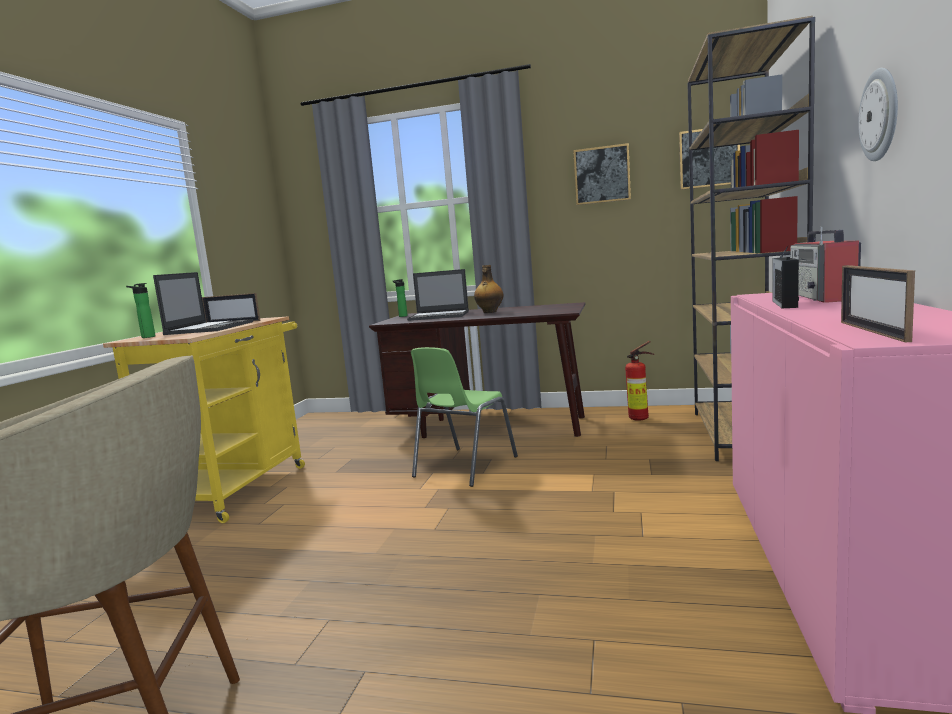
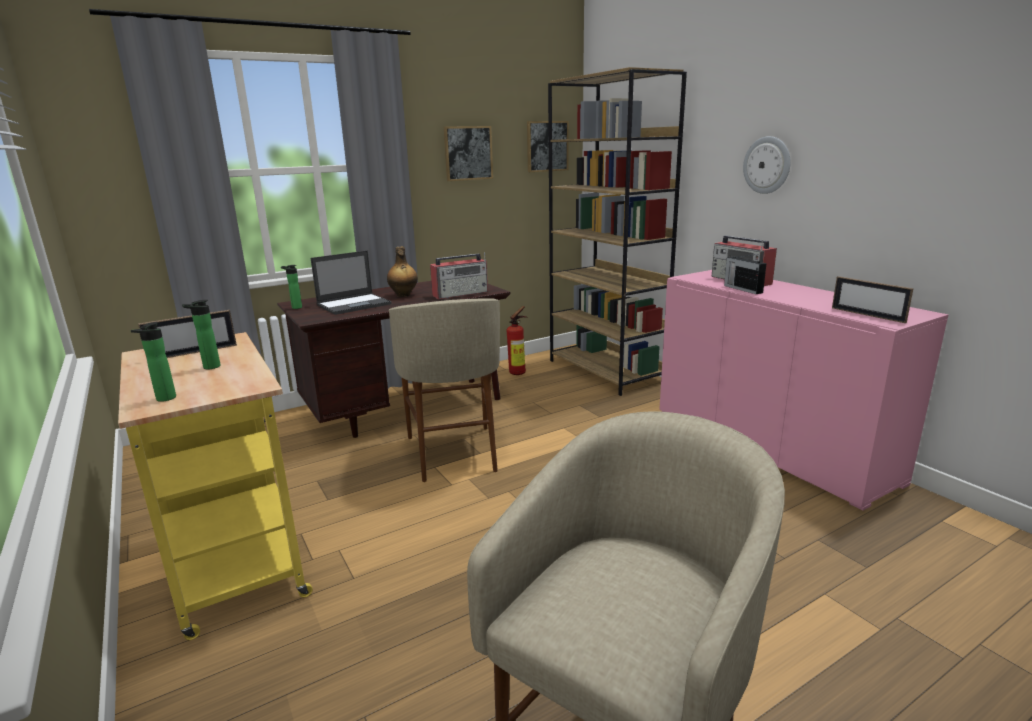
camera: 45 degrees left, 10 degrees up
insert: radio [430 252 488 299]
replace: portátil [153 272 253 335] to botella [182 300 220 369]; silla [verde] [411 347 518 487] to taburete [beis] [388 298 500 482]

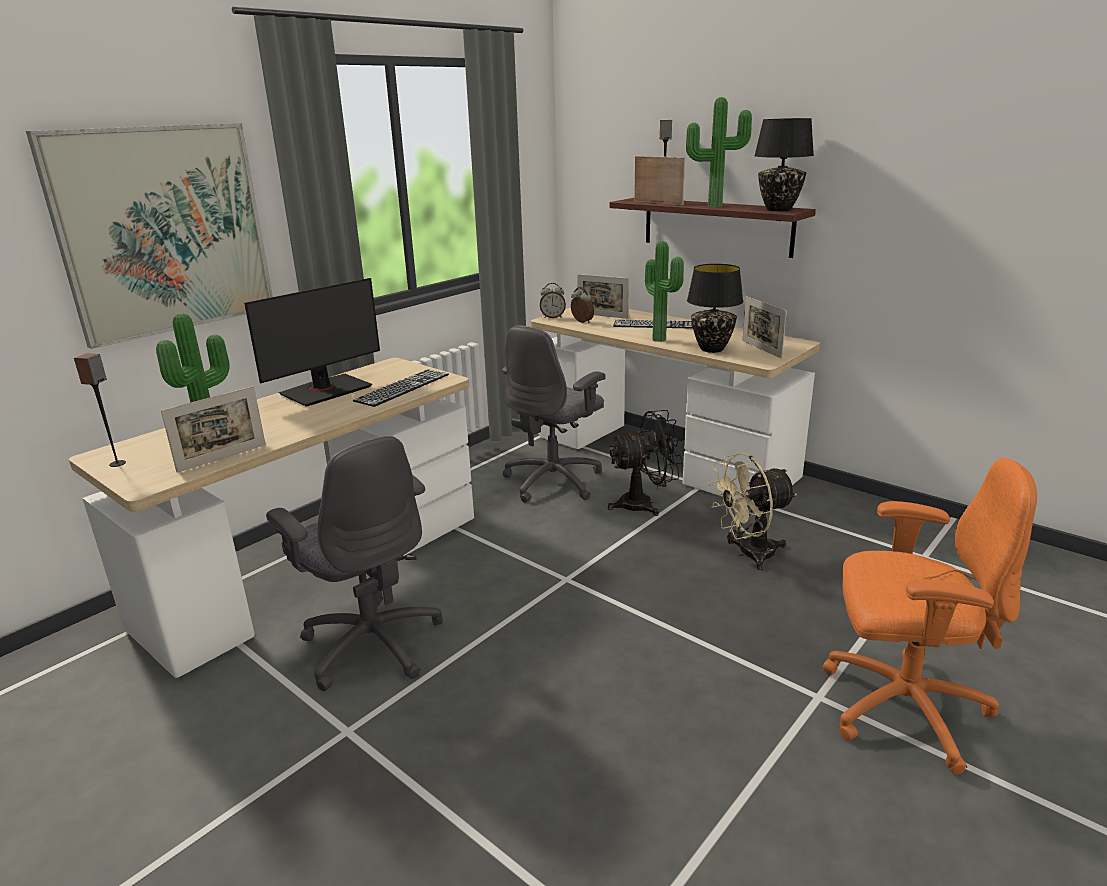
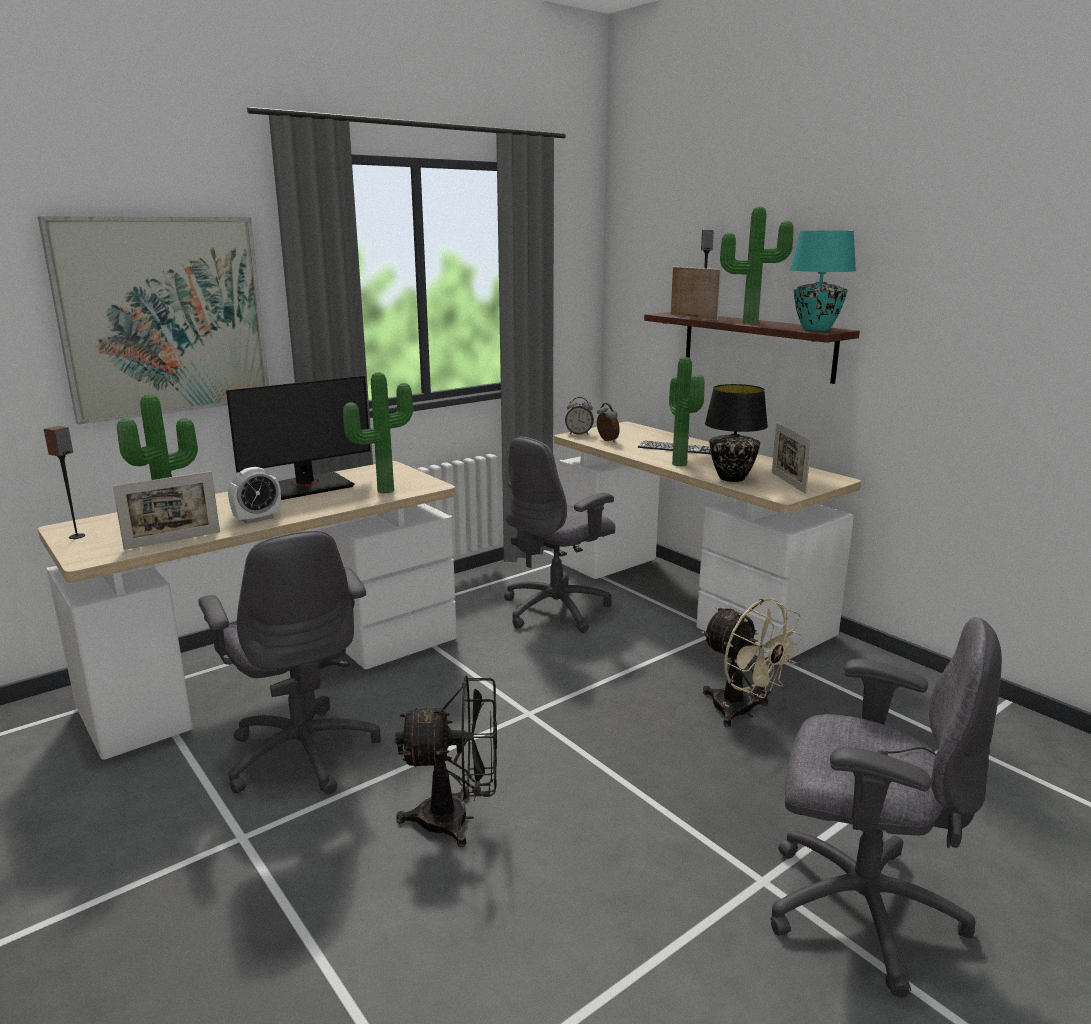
camera: 10 degrees right, 5 degrees down
delete: portarretratos [577 274 629 319]
insert: despertador [228 467 281 524]
move: ventilador [negro] [608 410 683 516] to [395 676 497 847]
replace: teclado [353 369 449 407] to planta en maceta [343 372 413 494]
recolor: silla de oficina [naranja] [823 458 1037 774] to silla de oficina [gris] [770 617 1002 997]; lámpara de mesa [negro] [754 118 814 211] to lámpara de mesa [turquesa] [789 231 856 331]
rotate: ventilador [beis] [708 453 797 570] = [702 598 804 727] 120 degrees counterclockwise

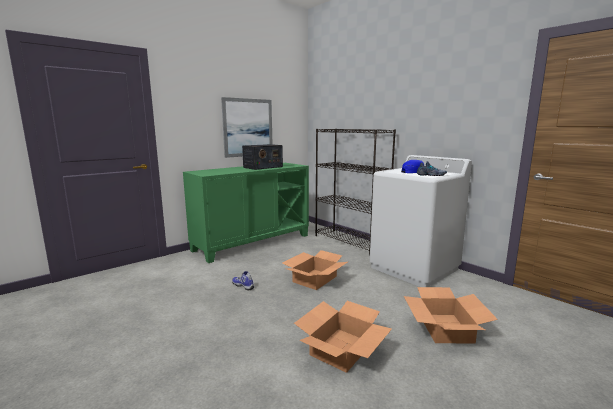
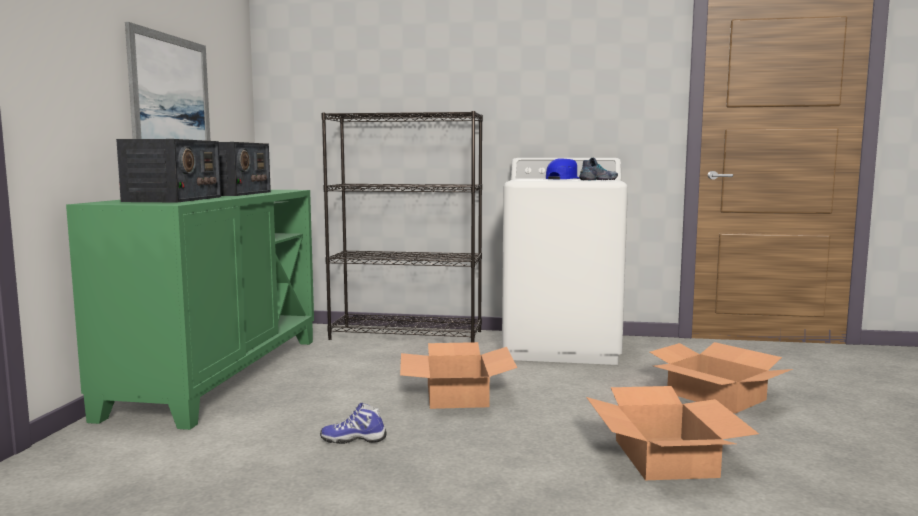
camera: 40 degrees left, 5 degrees down
insert: radio [116 139 221 202]

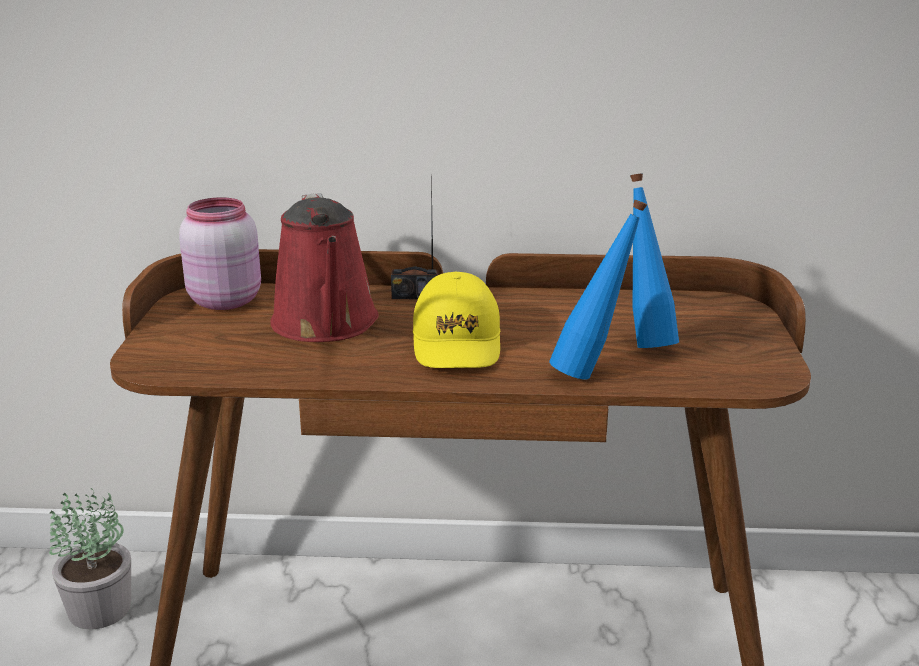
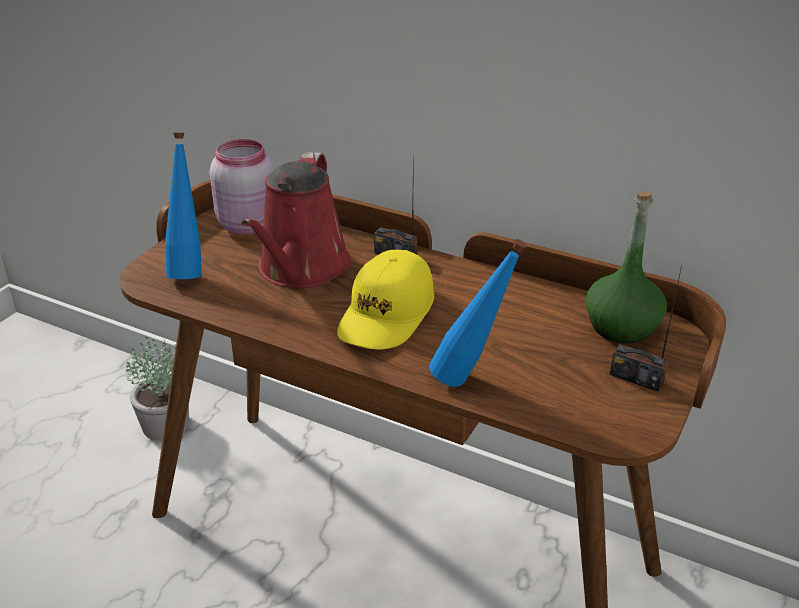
camera: 25 degrees right, 10 degrees up
insert: botella [verde] [586 192 667 344]; radio [610 265 682 391]
move: botella [azul] [630 173 679 348] to [165 133 201 279]

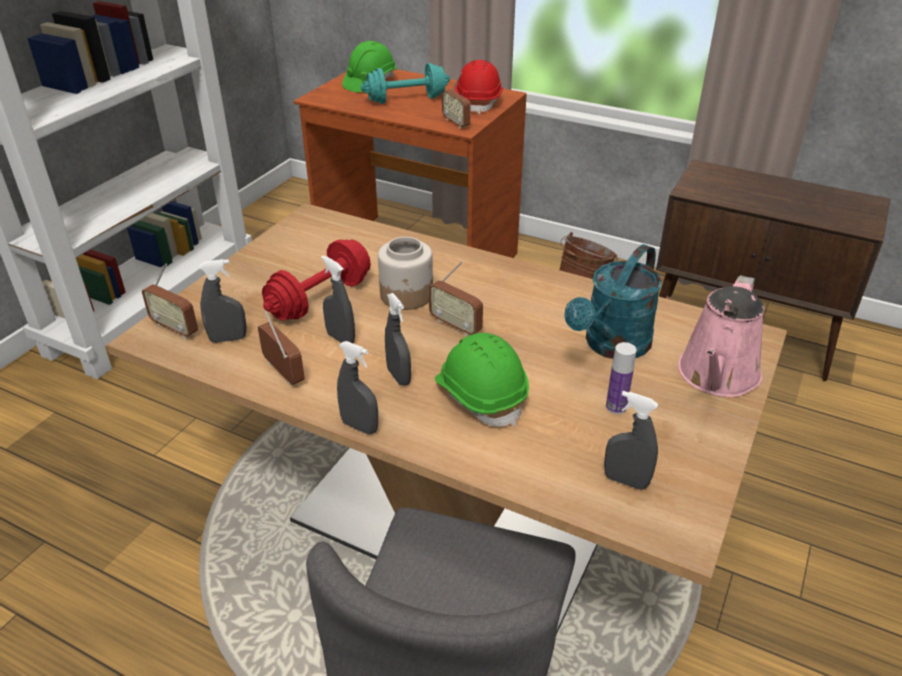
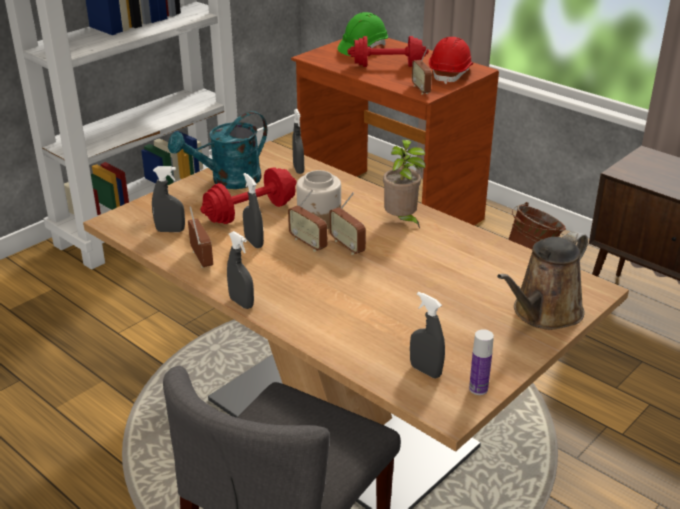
camera: 15 degrees right, 5 degrees down
delete: casco [verde] [435 333 529 427]
insert: planta en maceta [383 140 425 228]
move: regadera [turquesa] [564 244 662 359] to [168 111 267 189]; radio [142 264 198 339] to [288 189 327 252]; pulverizador [gris] [385 293 411 386] to [292 109 304 174]; botella [606 342 637 414] to [469 329 494 395]
recolor: mancuerna [turquesa] [361 63 450 104] to mancuerna [rojo] [347 36 429 67]; regadera [rosa] [678 275 764 397] to regadera [marrón] [497 231 588 330]

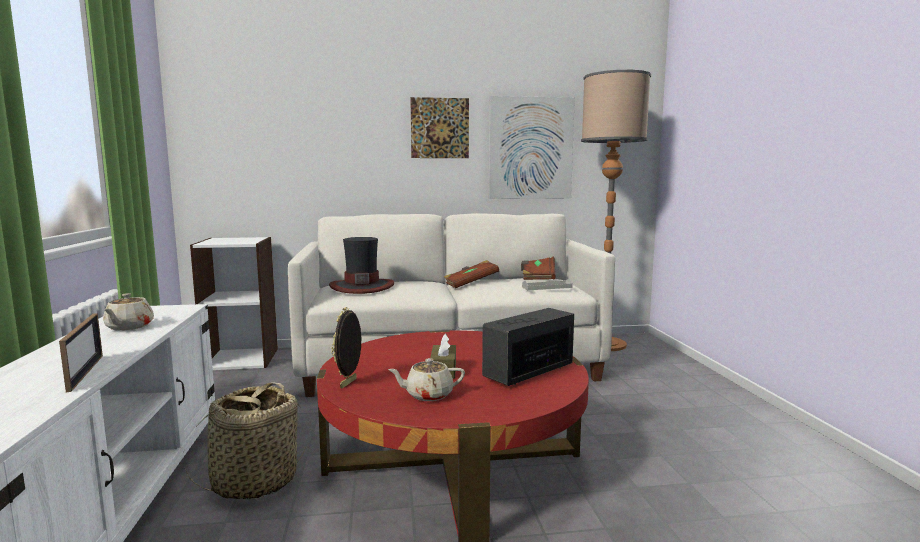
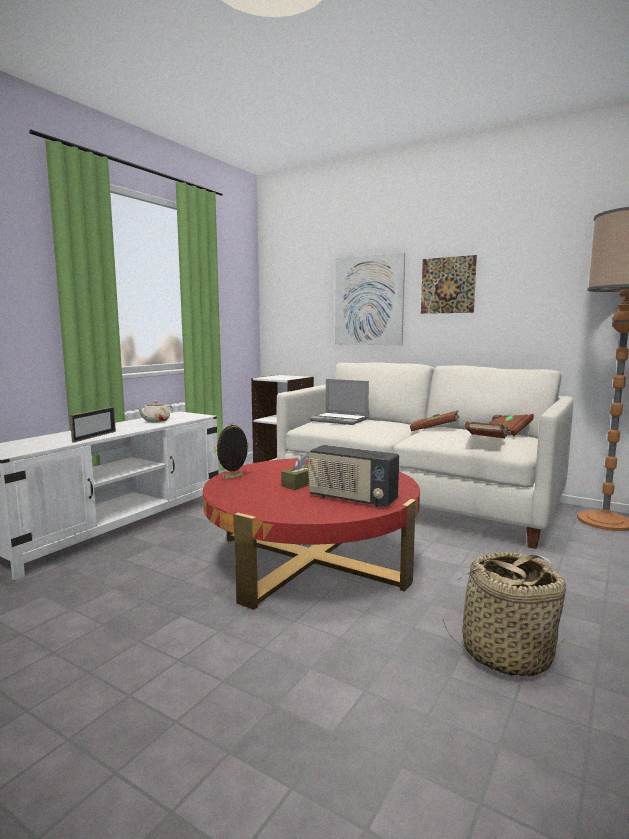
camera: 40 degrees right, 0 degrees up
delete: tetera [beis] [388 358 465 401]
move: cuadro [489 96 575 199] to [335 253 405 345]; cesta [184 383 305 499] to [442 552 567 677]
replace: sombrero [329 237 394 294] to portátil [309 379 369 425]; bandeja [gris] [522 278 573 290] to libro [marrón] [465 422 508 438]
rotate: radio [482 308 574 386] = [308 445 399 507] 150 degrees counterclockwise

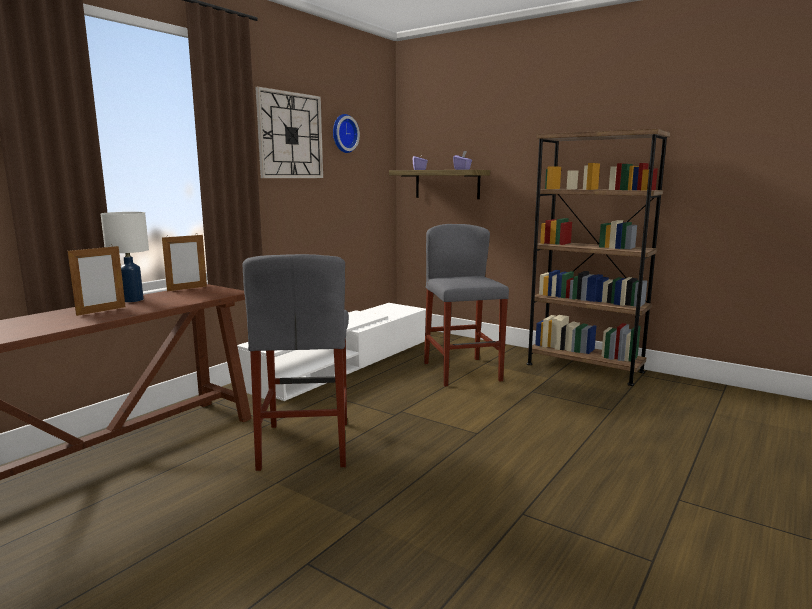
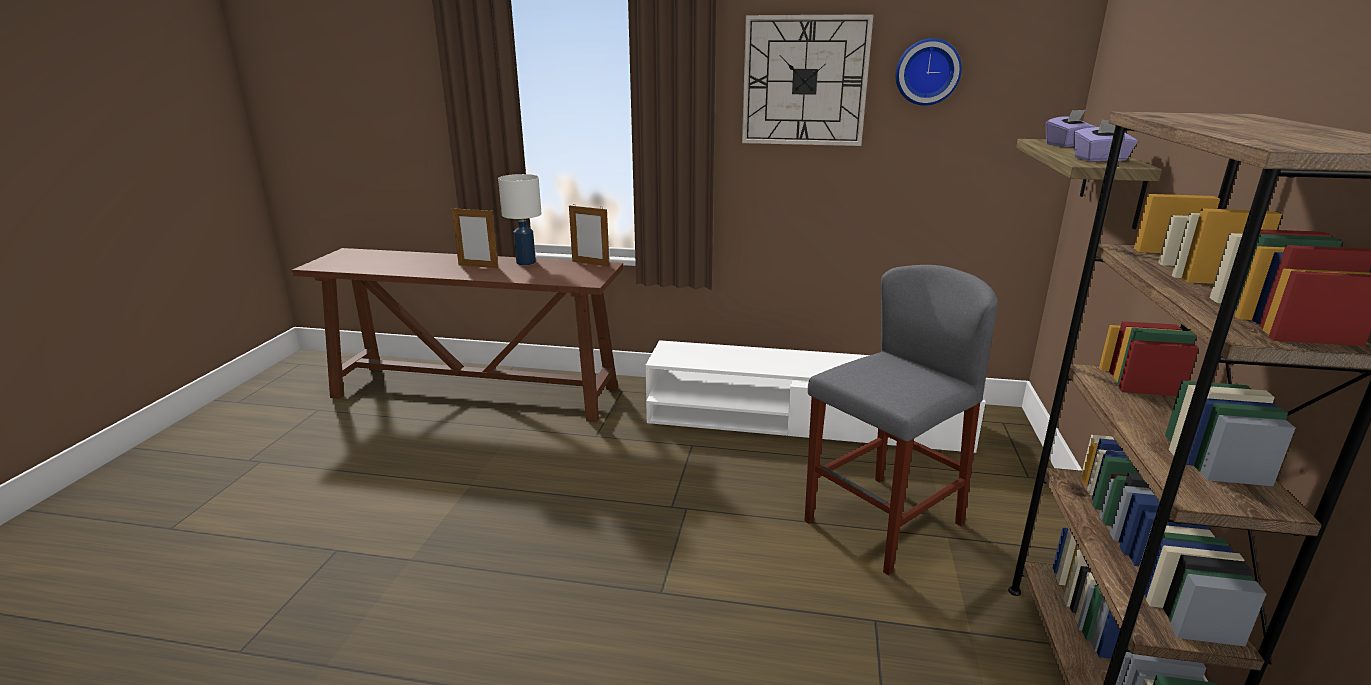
camera: 65 degrees right, 10 degrees up
delete: taburete [gris] [242 254 349 471]

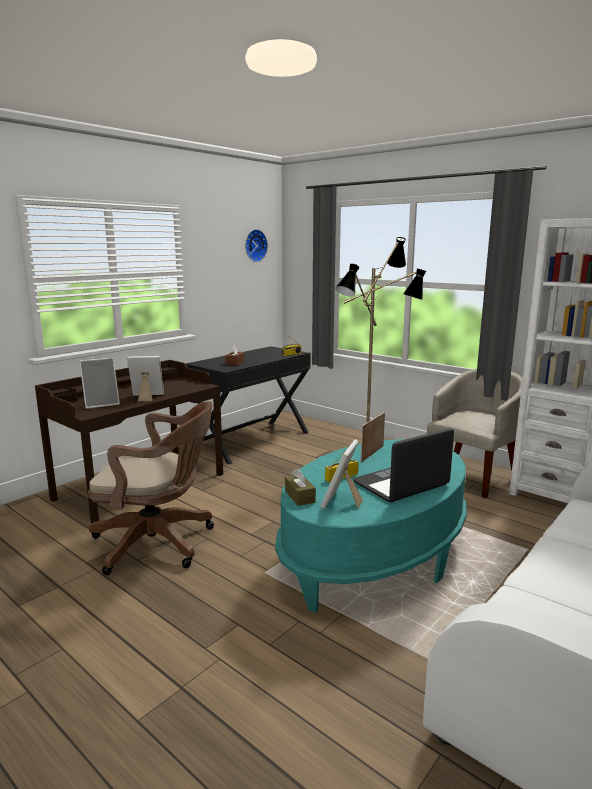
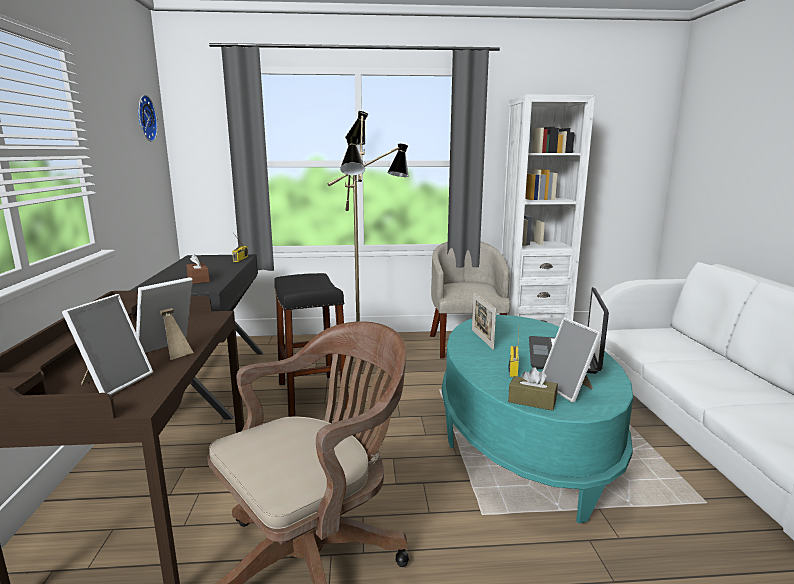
camera: 45 degrees left, 0 degrees up
insert: taburete [negro] [274 273 349 417]

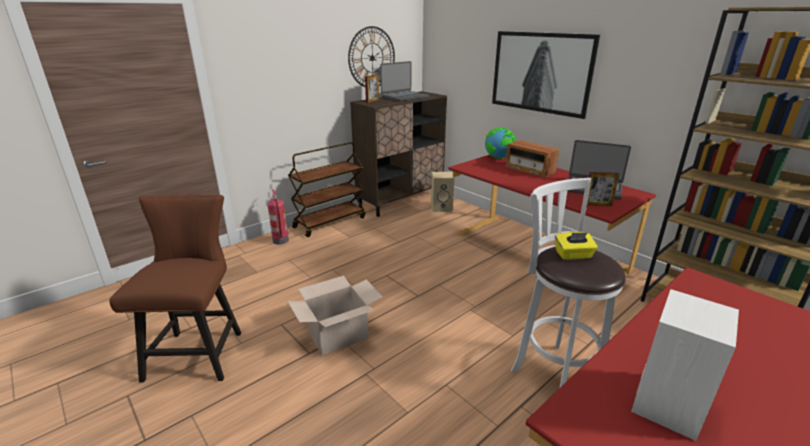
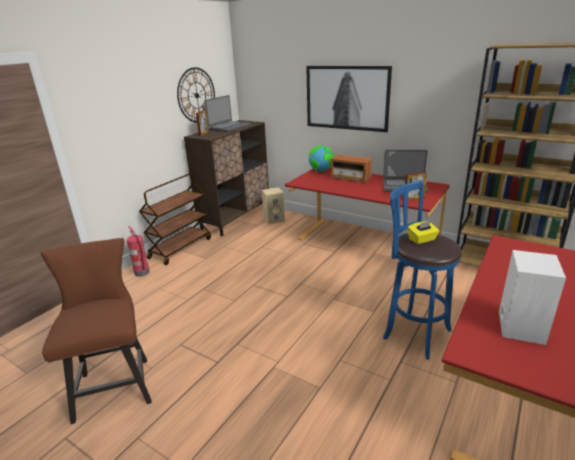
camera: 15 degrees left, 0 degrees up
delete: caja de cartón [287 275 382 356]
recolor: taburete [blanco] [511 178 625 388] to taburete [azul] [383 180 462 360]

